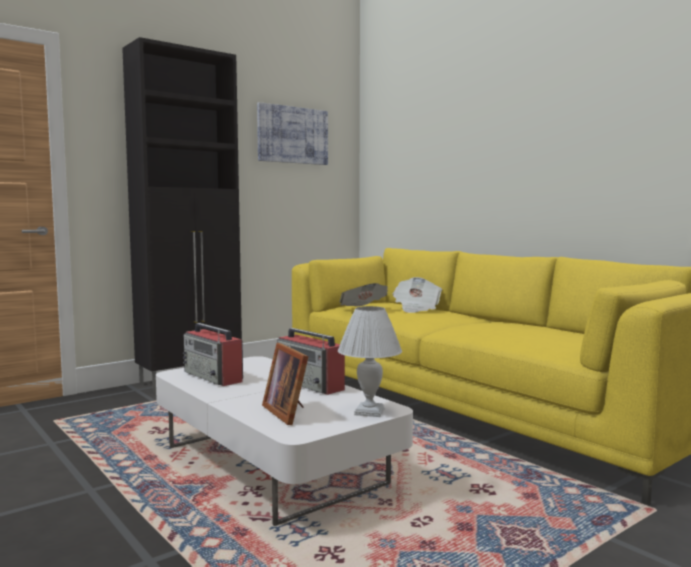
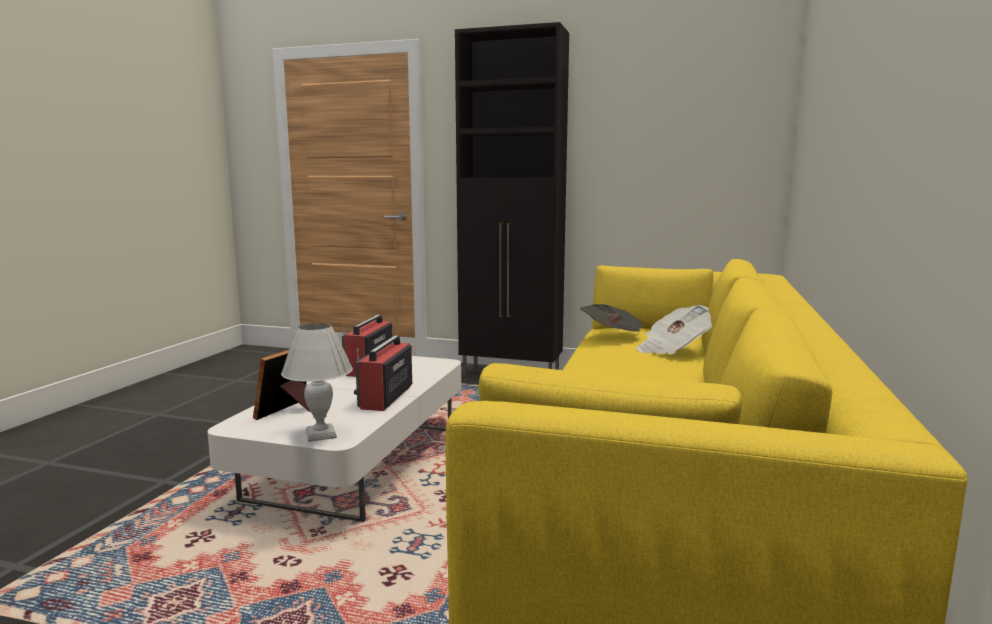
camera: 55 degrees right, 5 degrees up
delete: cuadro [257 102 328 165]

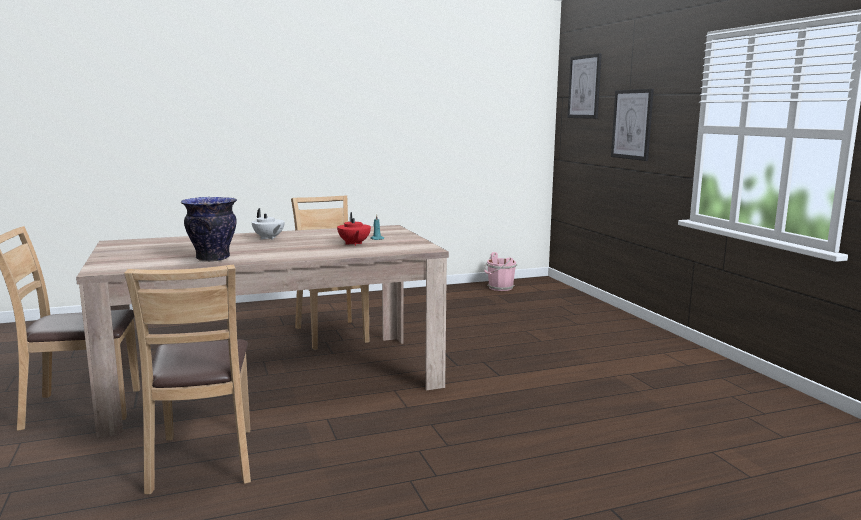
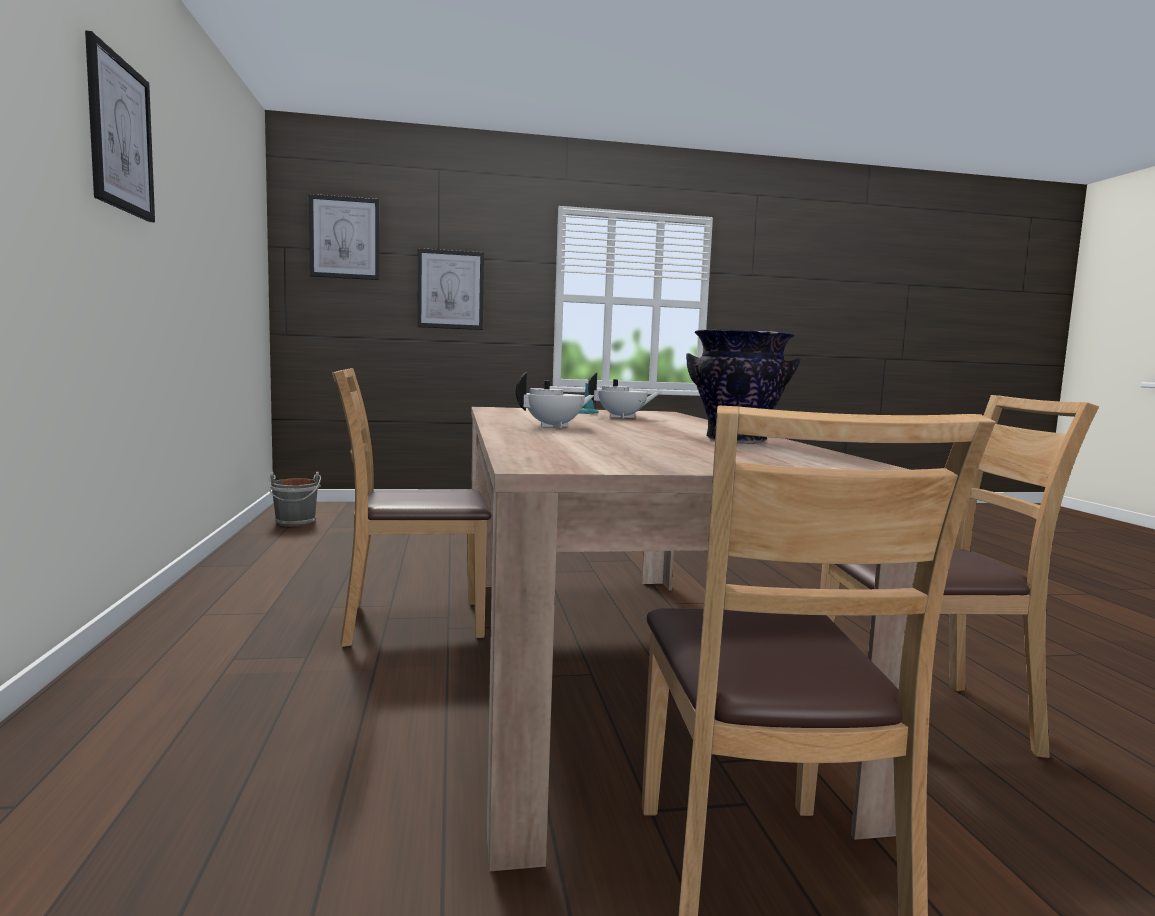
camera: 80 degrees left, 5 degrees down
insert: cuadro [85 30 155 223]
recolor: cubo [rosa] [484 252 517 291] to cubo [gris] [268 472 321 527]; tetera [rojo] [337 212 371 246] to tetera [blanco] [588 373 661 418]

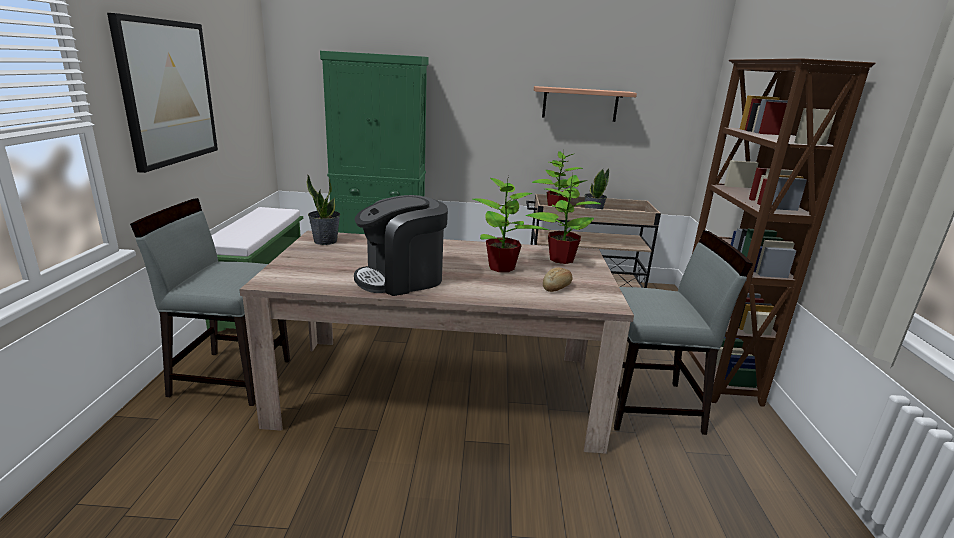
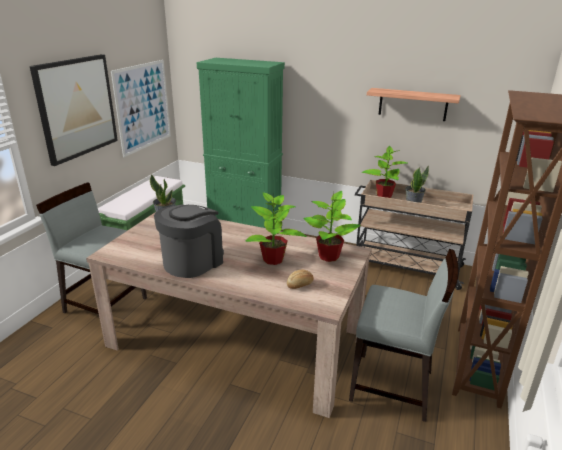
camera: 20 degrees right, 5 degrees up
insert: cuadro [111 60 171 157]
rotate: cafetera [354 195 448 296] = [154 204 224 278] 135 degrees clockwise

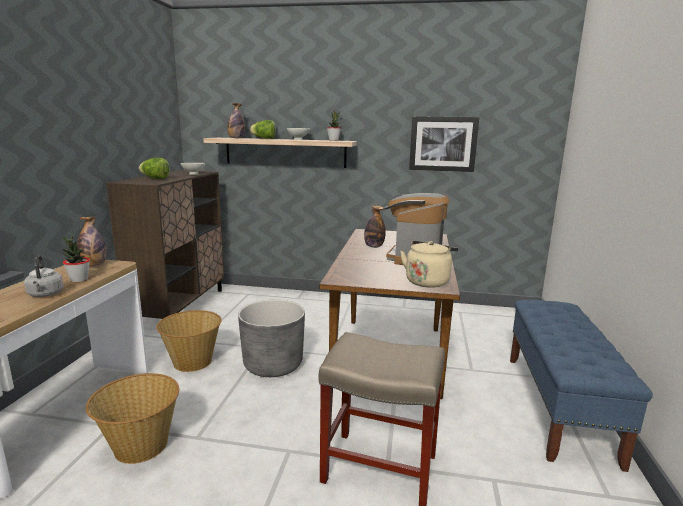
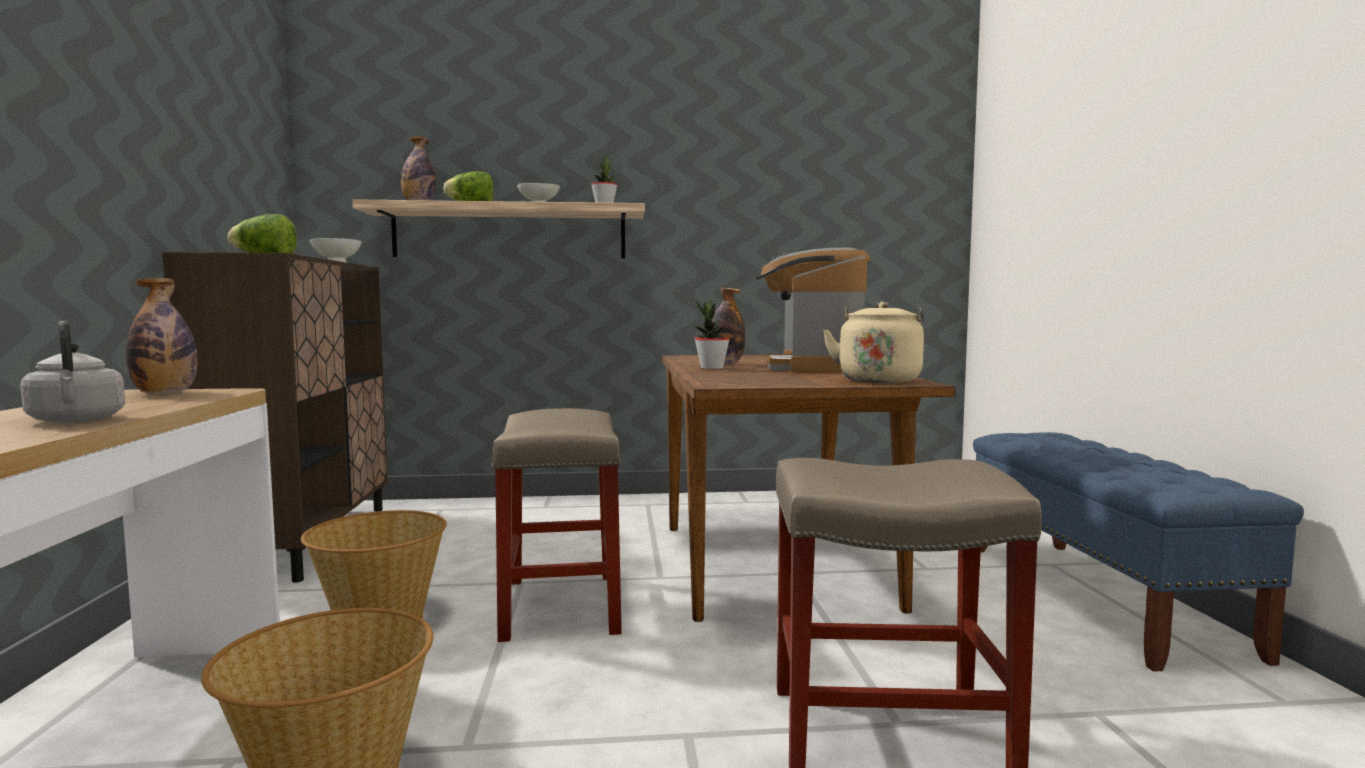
camera: 15 degrees left, 10 degrees down
delete: cuadro [409 116 479 172]
move: planta en maceta [62 236 90 282] to [695 300 730 369]
replace: maceta [gris] [238 300 305 377] to taburete [beis] [492 408 622 642]

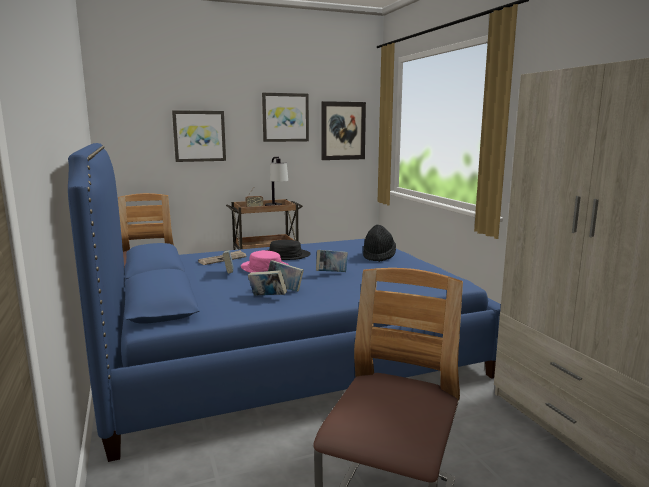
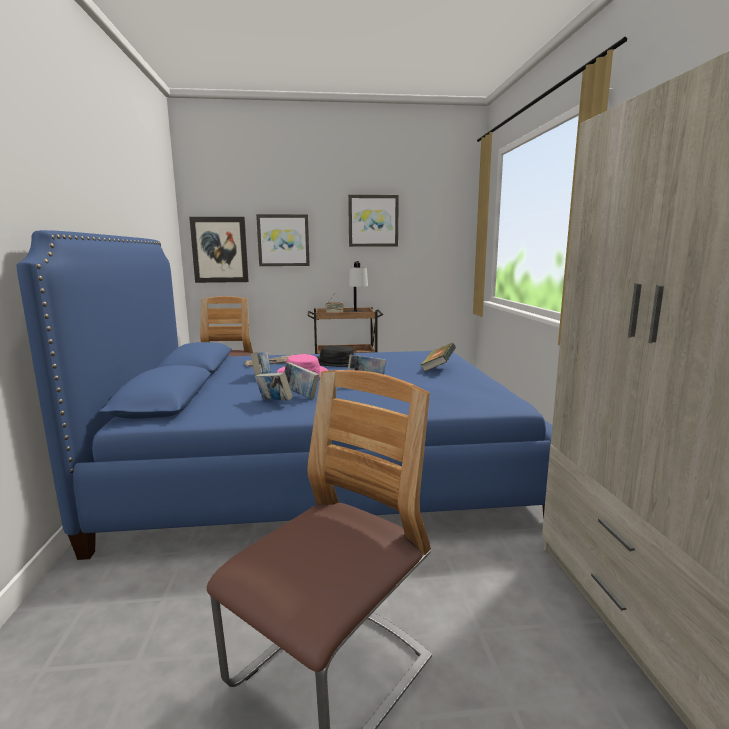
camera: 15 degrees right, 0 degrees up
move: cuadro [321 101 366 160] to [189 217 249 283]
replace: sombrero [negro] [363 225 396 262] to libro [421 343 456 372]

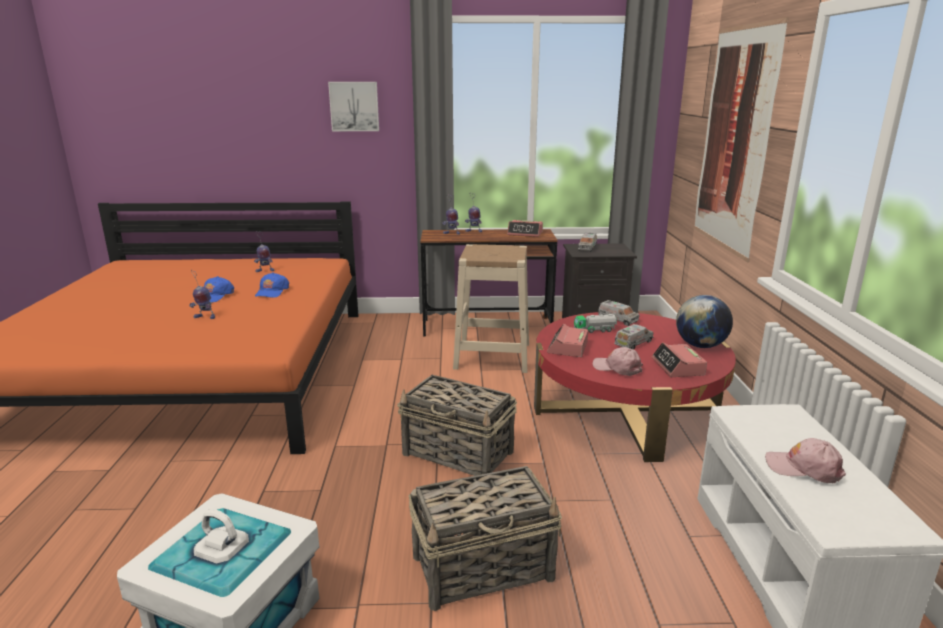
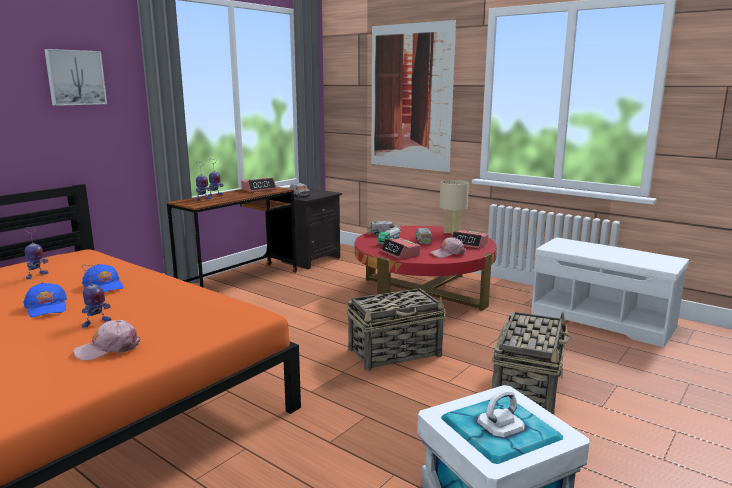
camera: 50 degrees left, 5 degrees down
delete: taburete [beis] [453 244 529 373]
move: gorra [rosa] [765 438 846 484] to [73 320 140 361]
replace: globo terráqueo [676 295 733 348] to lámpara de mesa [beis] [440 180 469 234]

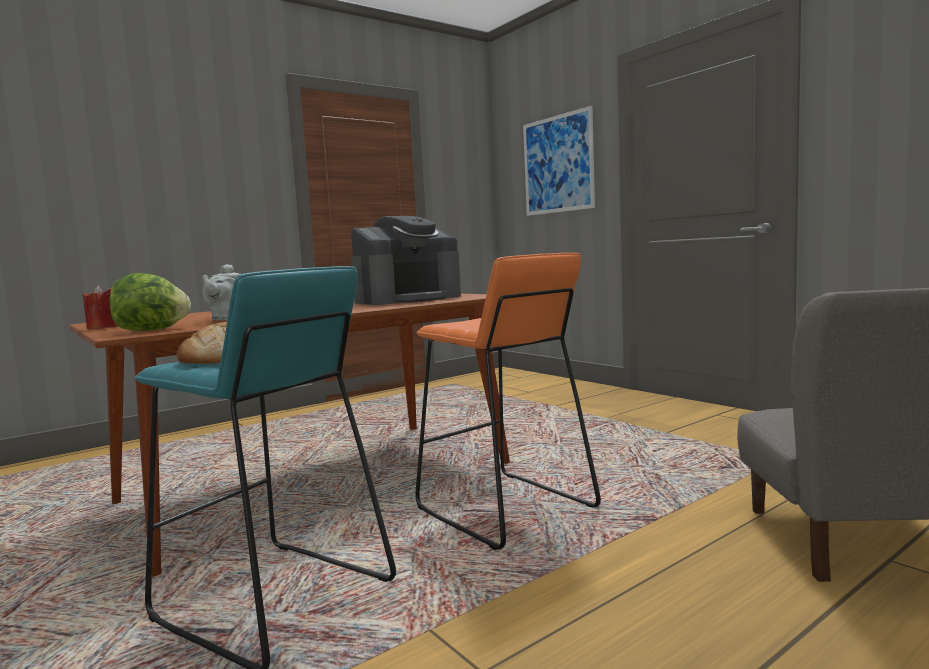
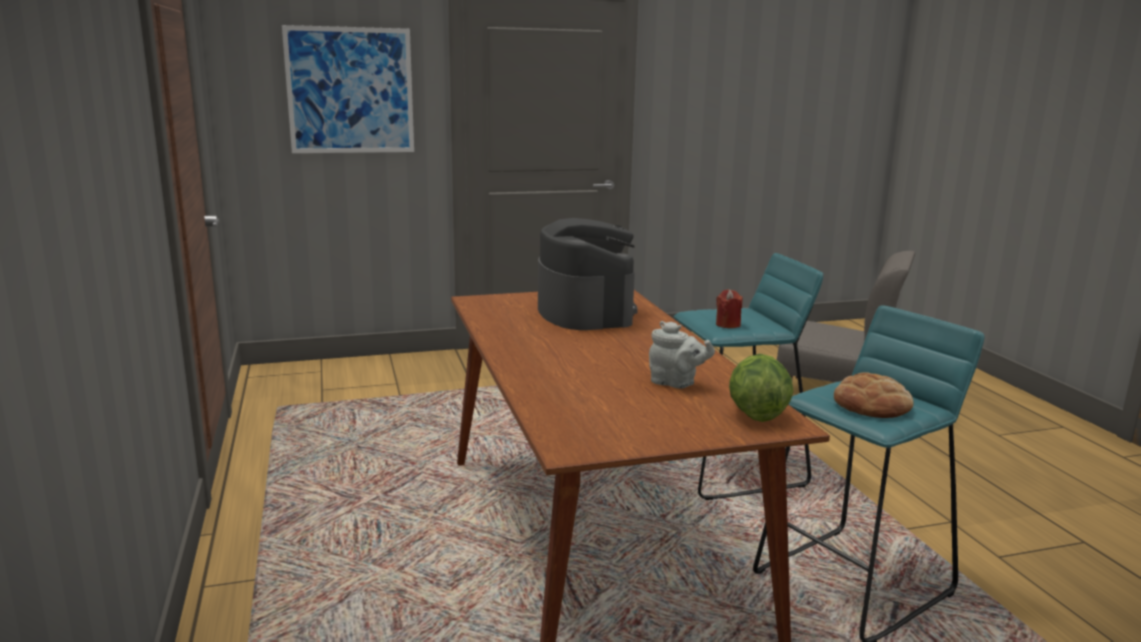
camera: 70 degrees left, 10 degrees up
move: vela [rojo] [83 285 118 329] to [716 289 743 328]
recolor: taburete [naranja] [415 253 601 550] to taburete [turquesa] [674 253 823 500]

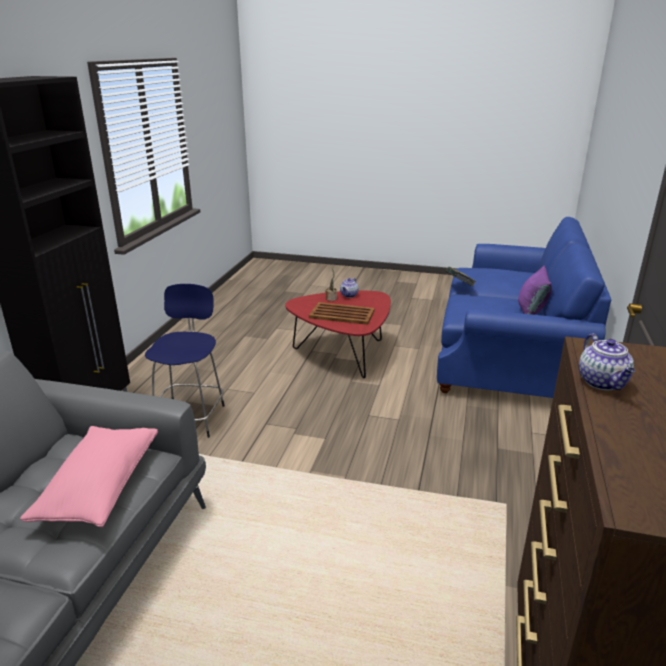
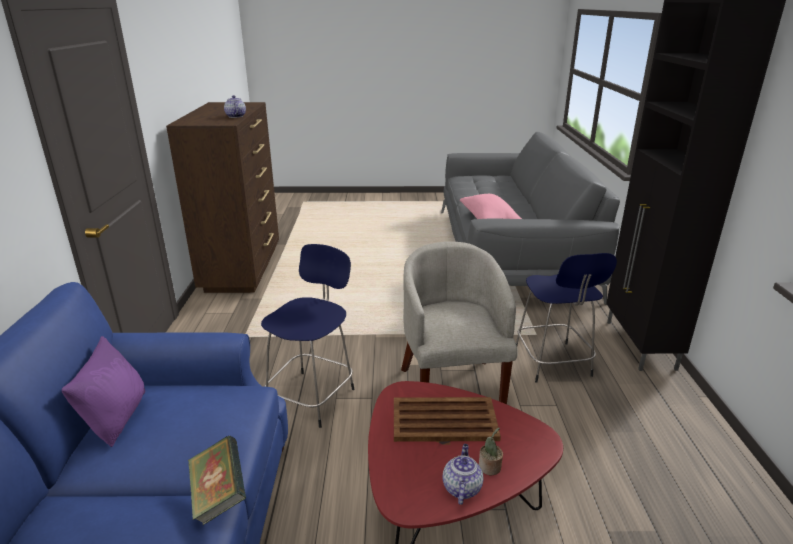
camera: 165 degrees right, 0 degrees up
insert: taburete [azul] [261 244 354 428]; sillón [beis] [401 241 518 404]

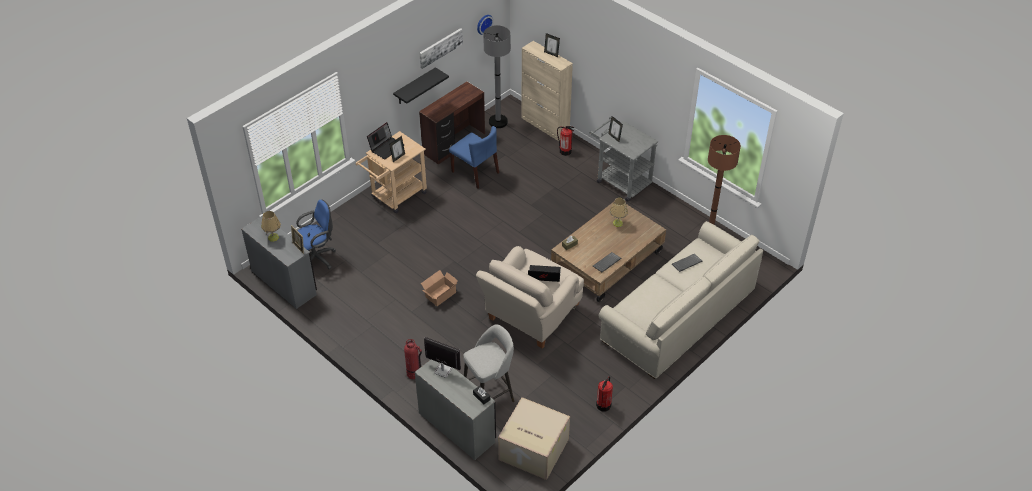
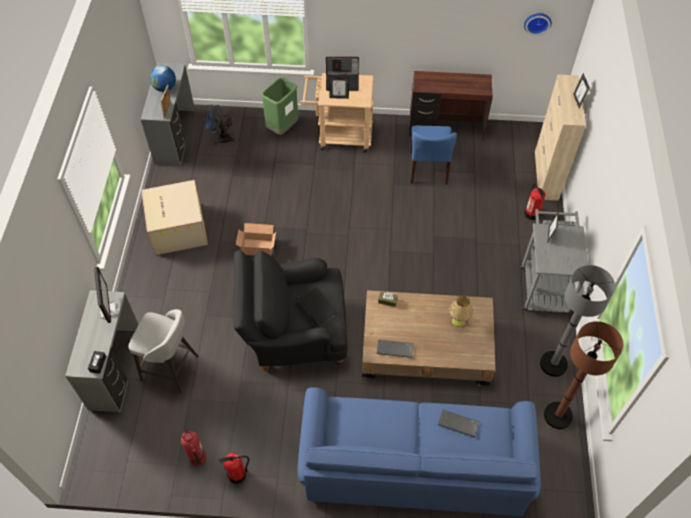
camera: 50 degrees right, 10 degrees up
delete: estante [negro] [393 67 449 104]; cuadro [419 28 463 69]
insert: papelera [verde] [261 77 298 135]
move: caja de cartón [498 397 570 480] to [141 180 208 255]; extintor [404 339 422 379] to [181 430 206 466]; lámpara de pie [gris] [483 25 511 128] to [540 265 615 377]
replace: lámpara de mesa [261 211 281 242] to globo terráqueo [149 65 176 92]; silla de oficina [azul] [296 200 336 269] to ventilador [azul] [202 104 235 145]
recolor: sillón [beis] [476 246 584 349] to sillón [negro] [234 250 348 372]; sofá [beis] [599 221 763 379] to sofá [azul] [297 387 541 516]

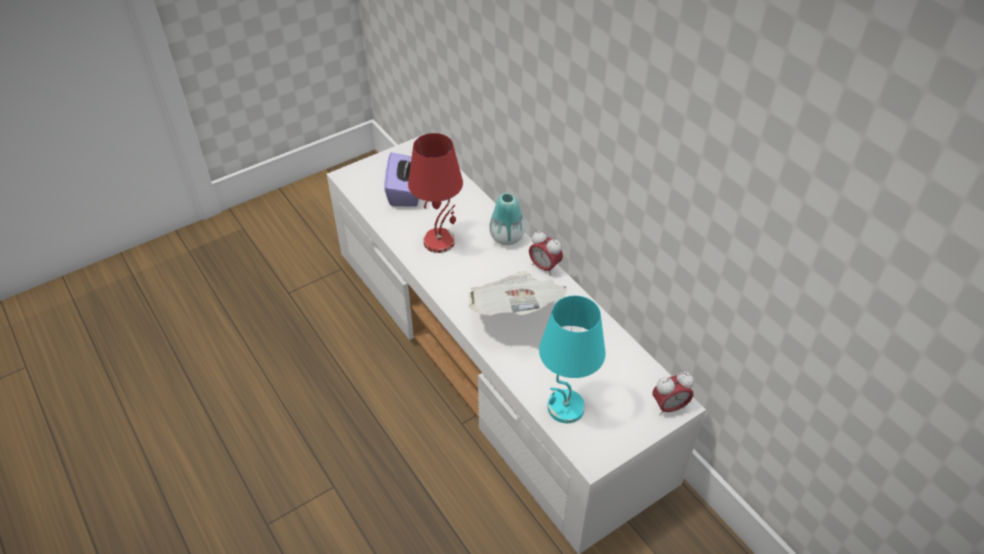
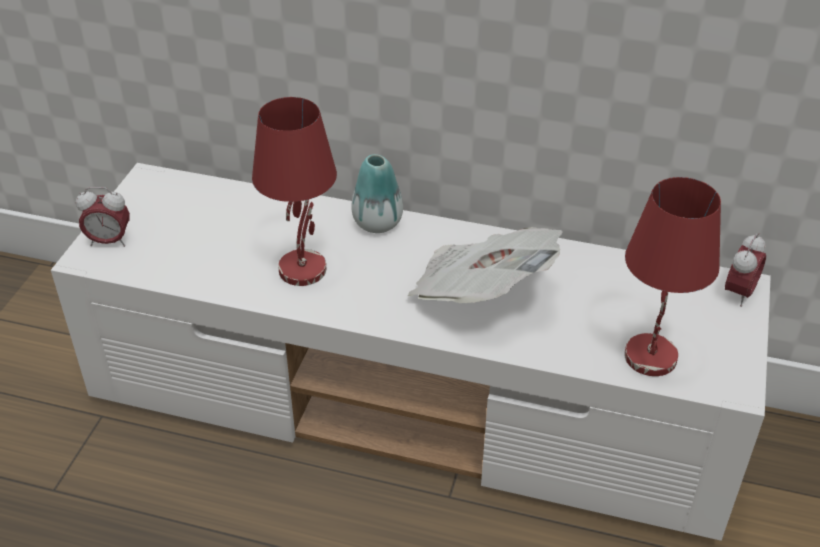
camera: 40 degrees left, 5 degrees down
delete: caja de pañuelos [morado] [385 152 419 206]
move: despertador [529 231 563 276] to [76 187 130 247]
recolor: lámpara de mesa [turquesa] [539 296 606 423] to lámpara de mesa [rojo] [624 177 721 376]

